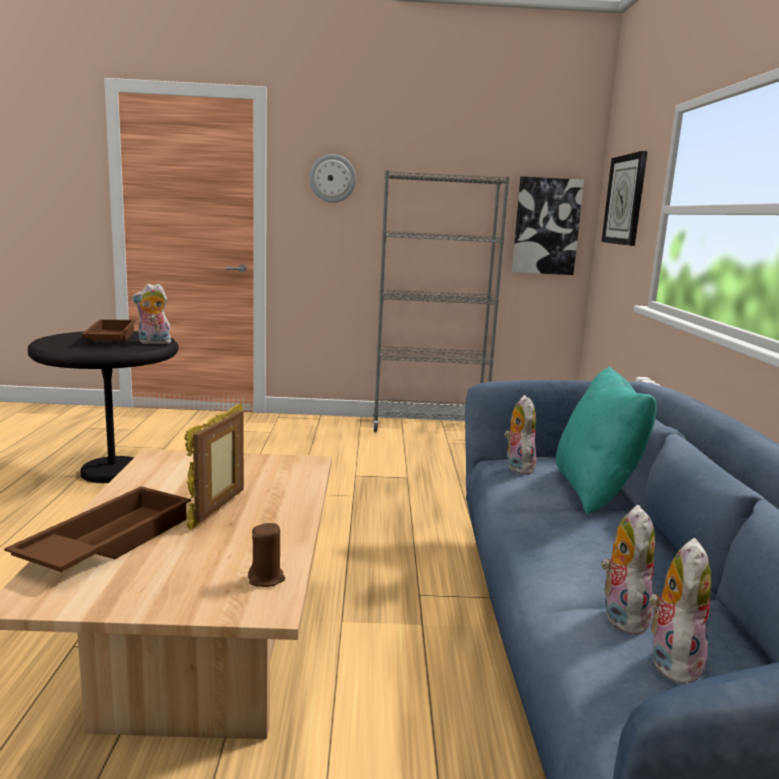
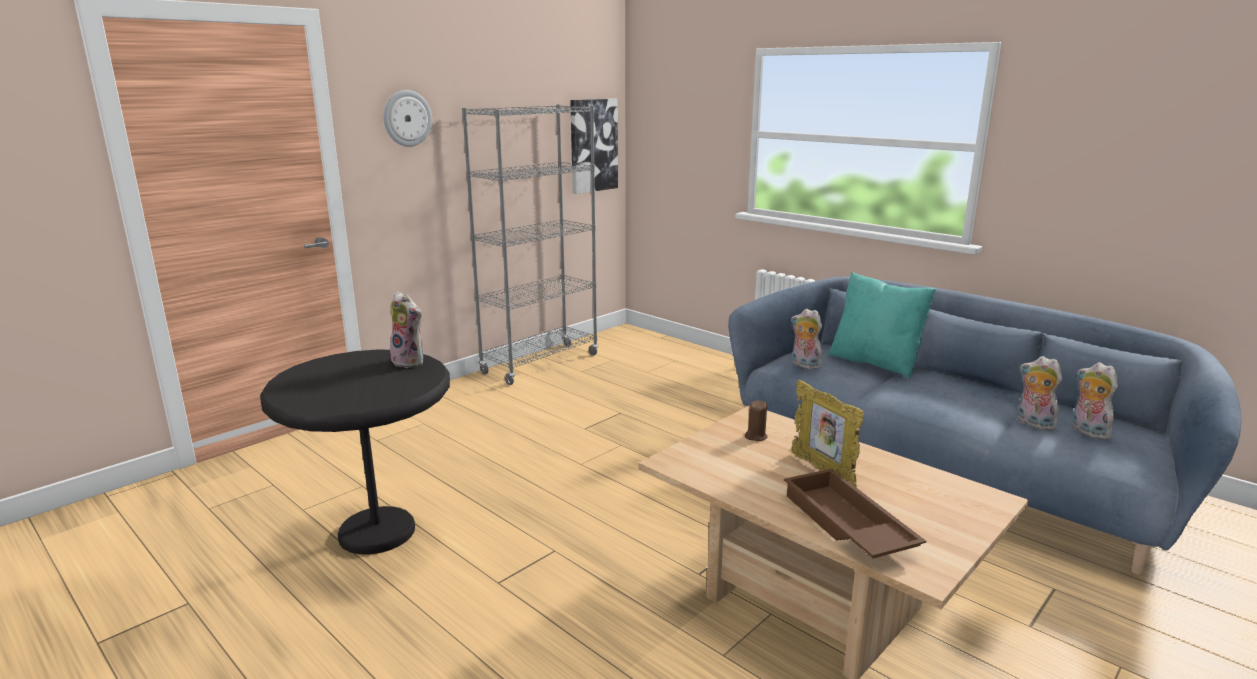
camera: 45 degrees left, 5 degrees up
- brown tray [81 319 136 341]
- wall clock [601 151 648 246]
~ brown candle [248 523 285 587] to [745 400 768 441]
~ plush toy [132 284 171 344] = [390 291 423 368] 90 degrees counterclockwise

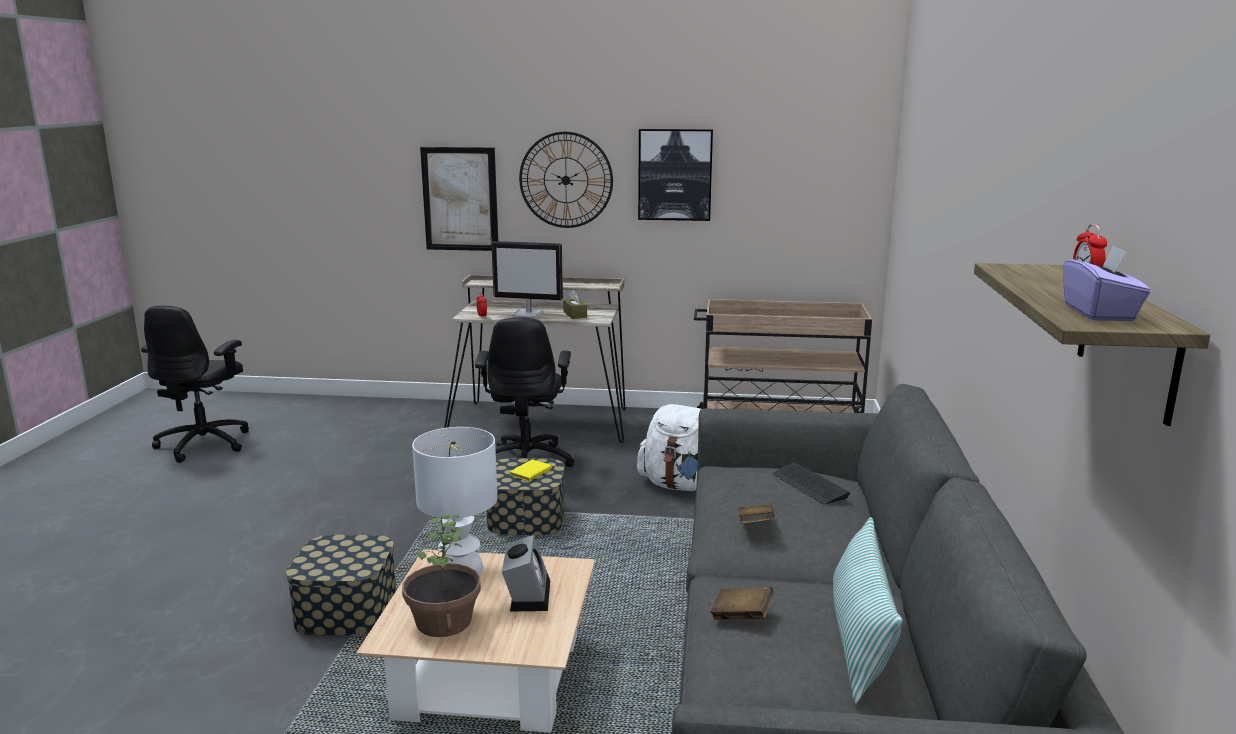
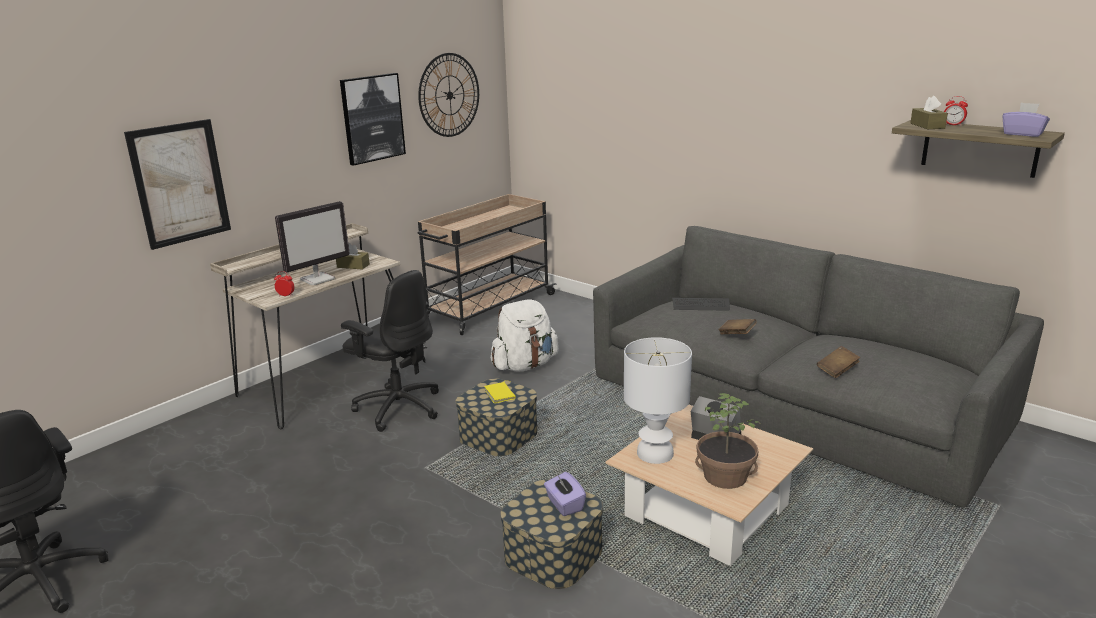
camera: 55 degrees left, 5 degrees up
- pillow [833 517 903 704]
+ purple tissue box [544 472 586 516]
+ brown tissue box [910 95 948 129]
~ wall clock [519 132 613 228] to [418 53 479 137]

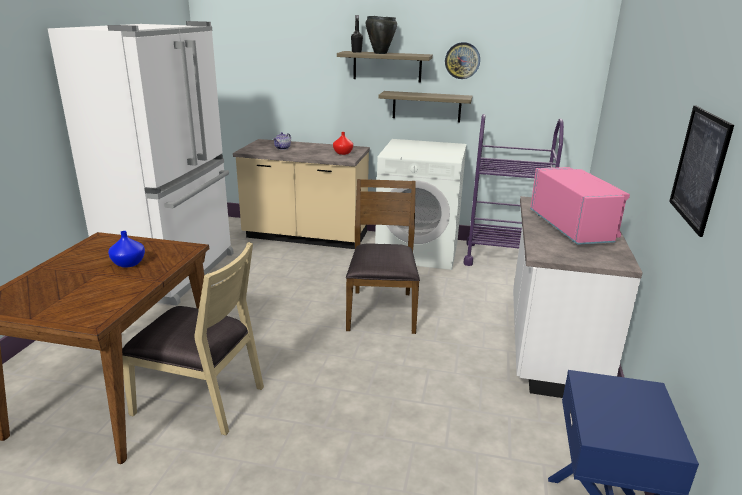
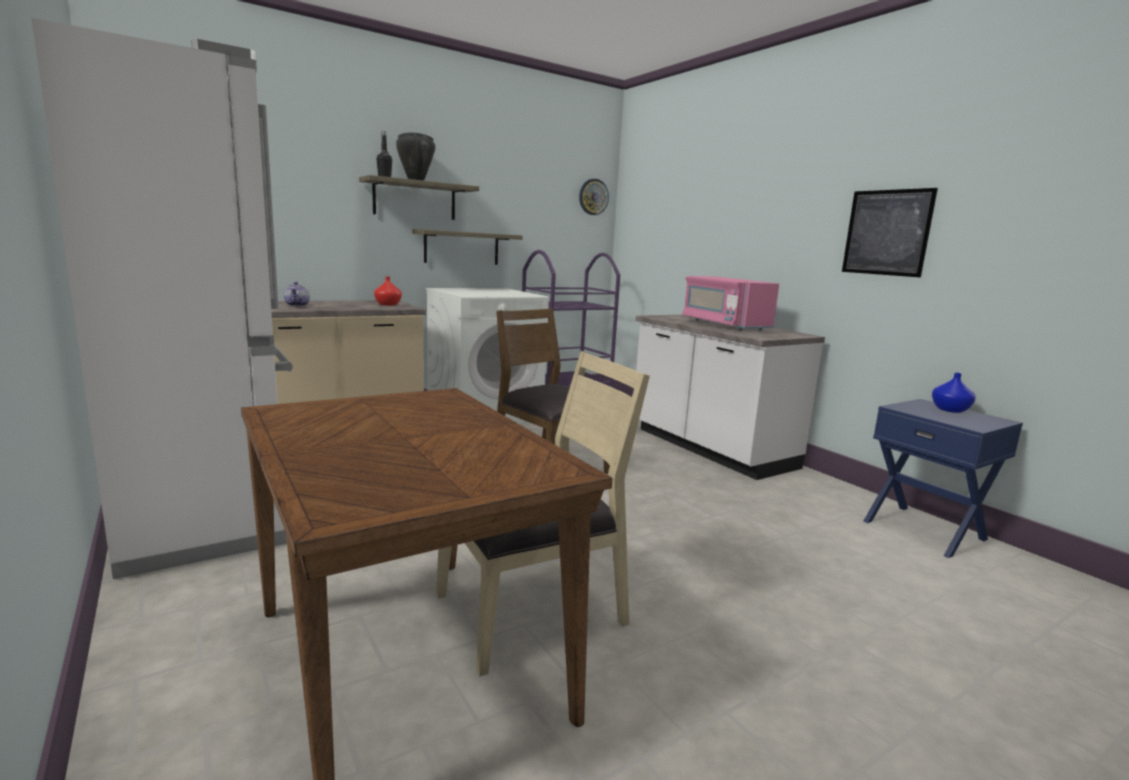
camera: 45 degrees left, 10 degrees down
~ blue vase [108 231 145 268] to [932 372 975 413]
~ wall clock [445 42 480 79] to [579 179 609 215]
~ pink microwave [530 167 630 245] = [682 276 779 331] 150 degrees counterclockwise

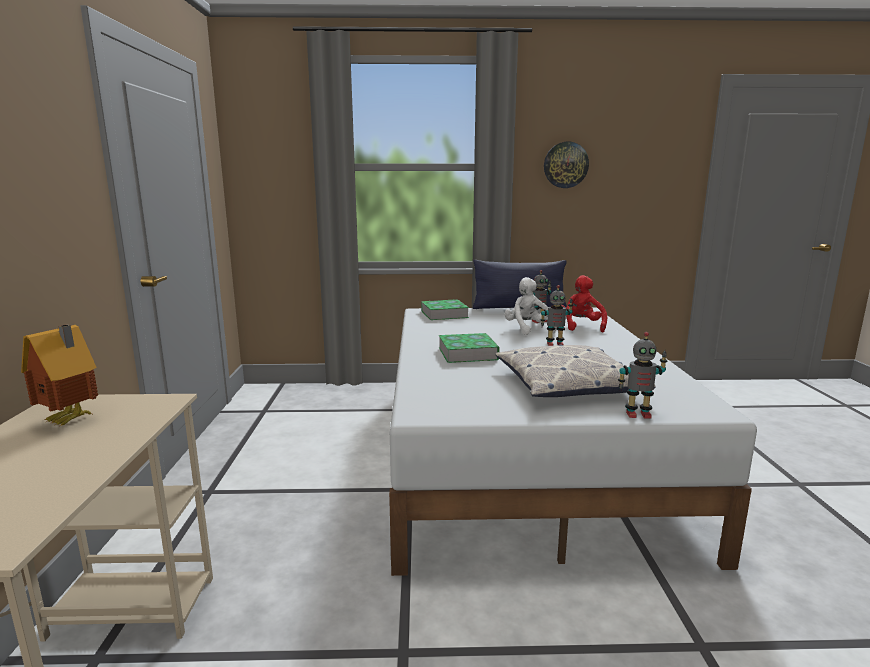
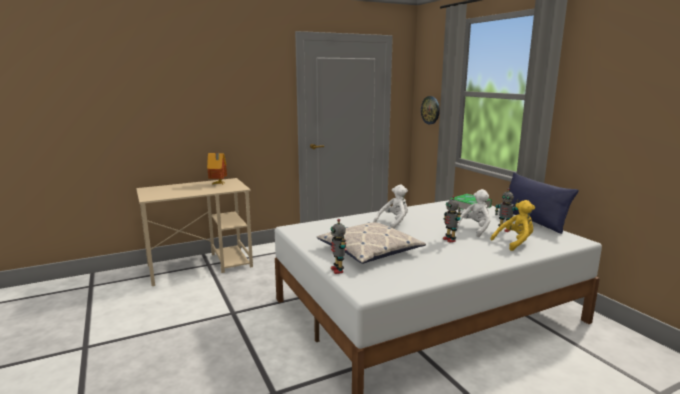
camera: 65 degrees right, 0 degrees up
~ wall clock [544 142 589 188] to [421 96 440 124]
~ book [439 333 500 363] to white plush toy [373 185 408 229]
~ red plush toy [561 275 607 332] to yellow plush toy [490 200 535 251]

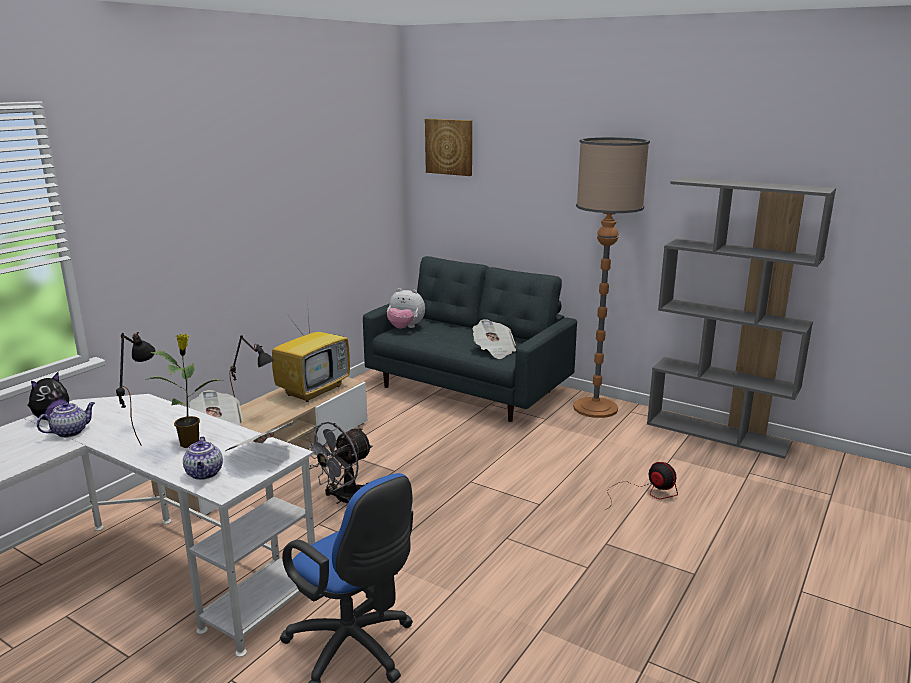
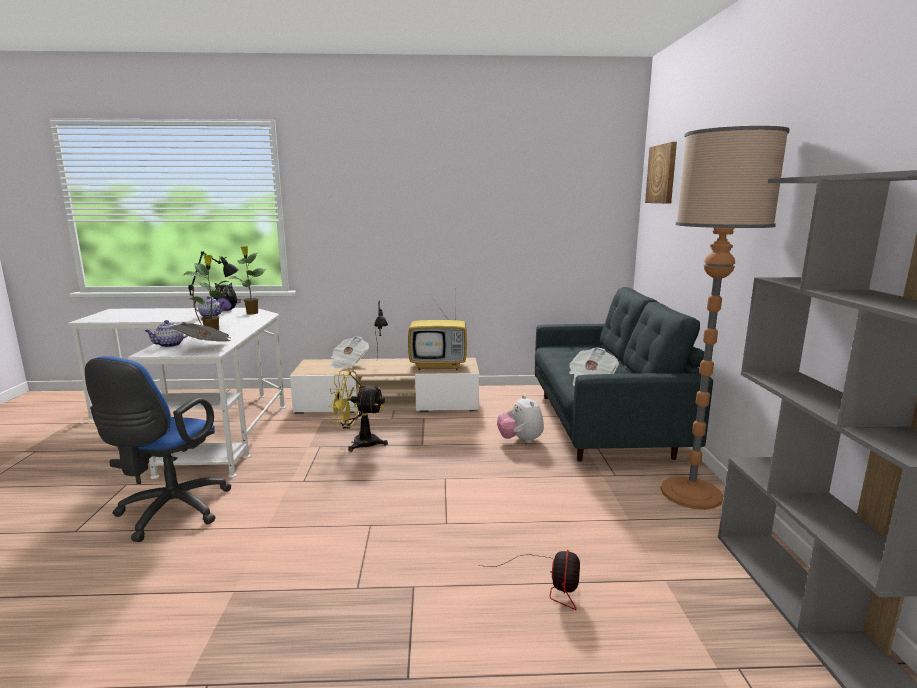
camera: 55 degrees right, 5 degrees down
+ potted plant [228 246 267 314]
~ plush toy [387 288 425 329] to [497 395 544 443]
~ grey fan [305 422 373 504] to yellow fan [328 370 388 452]

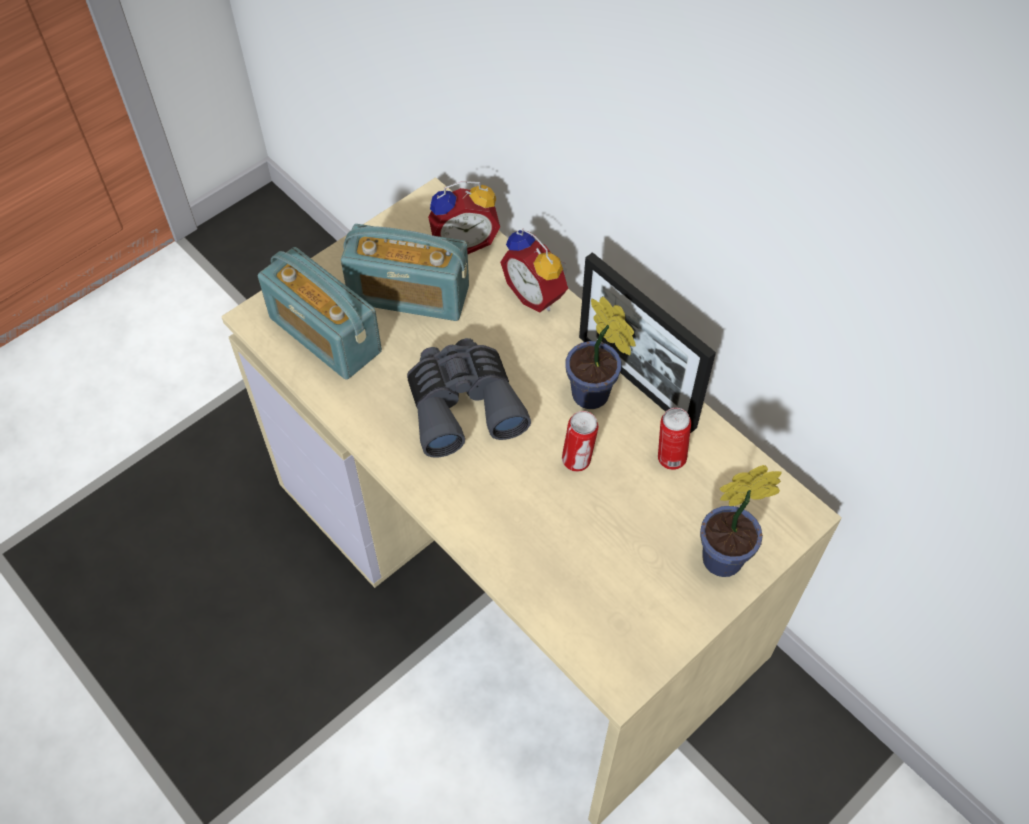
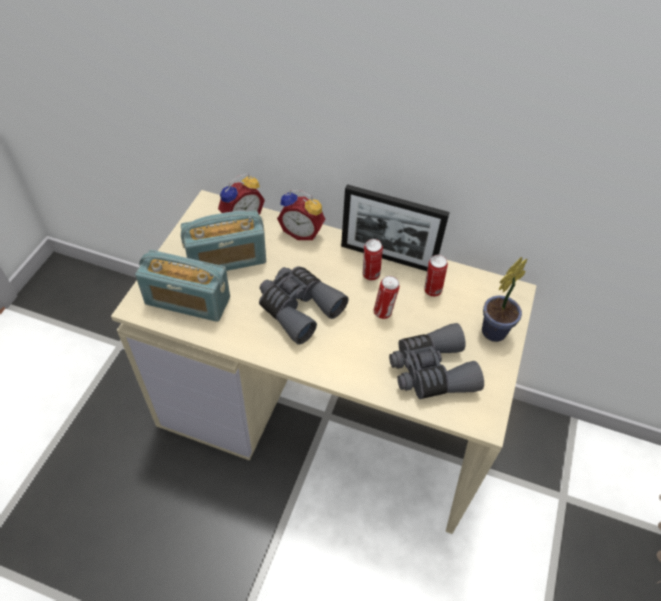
camera: 30 degrees left, 5 degrees down
+ grey binoculars [389 323 484 399]
~ potted plant [565 296 636 409] to can [363 239 383 281]

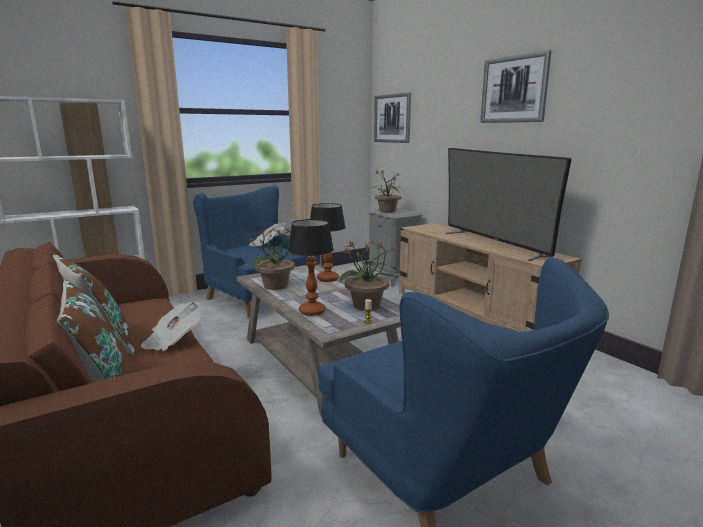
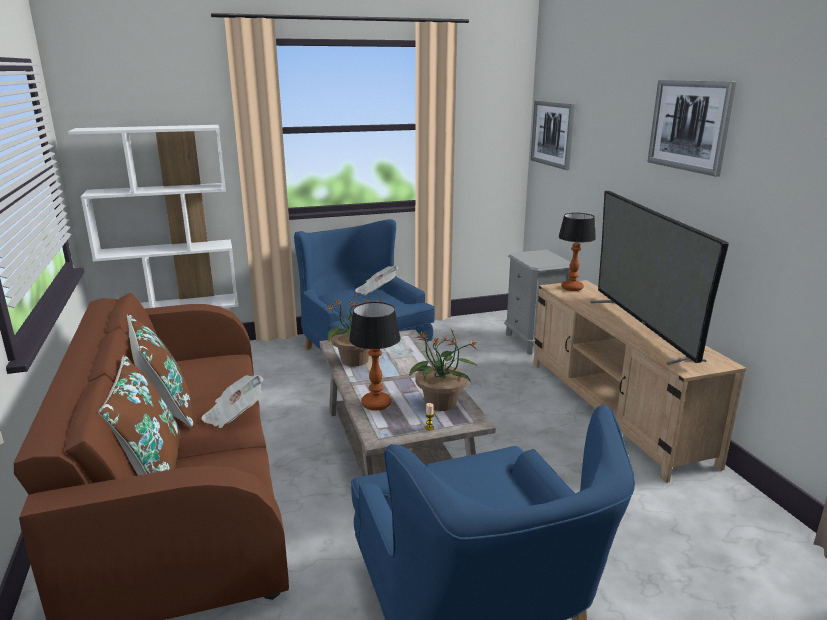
camera: 15 degrees right, 5 degrees up
- potted plant [371 170 401 213]
~ table lamp [310 203 346 282] to [558 213 596 291]

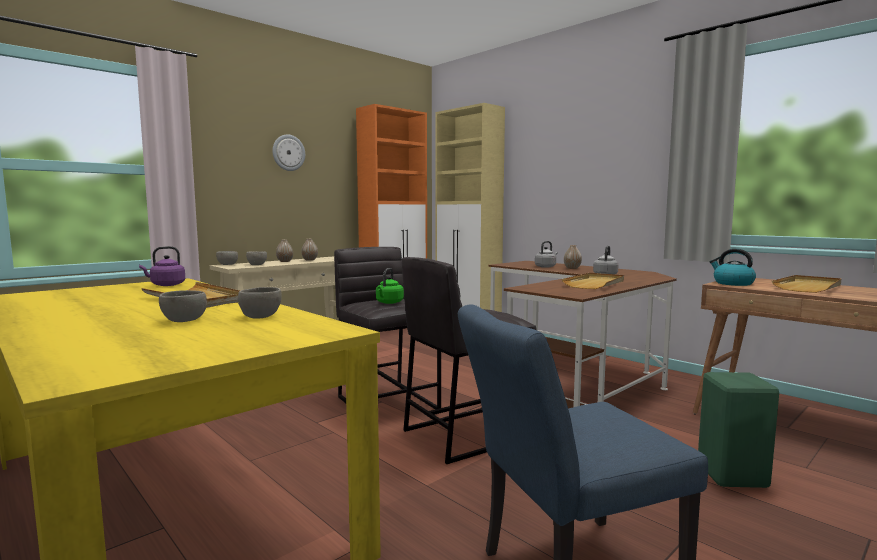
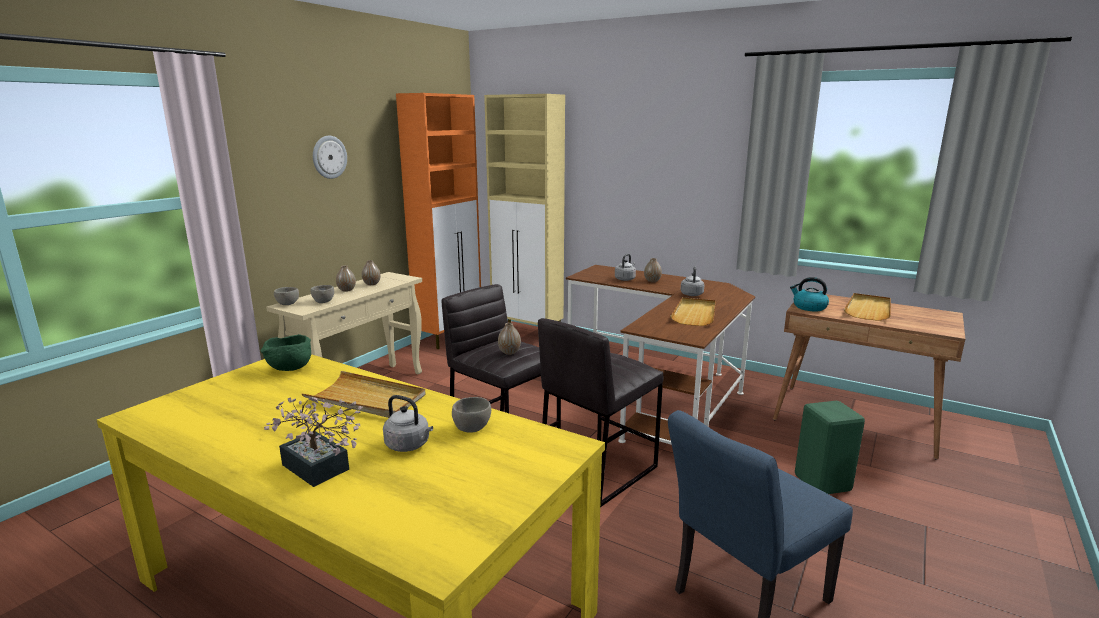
camera: 15 degrees left, 10 degrees up
+ potted plant [264 397 363 487]
~ purple kettle [139 246 185 286] to green bowl [261 334 311 371]
~ grey bowl [159 290 207 322] to grey kettle [383 395 433 452]
~ green kettle [376 268 404 304] to vase [498 323 521 355]

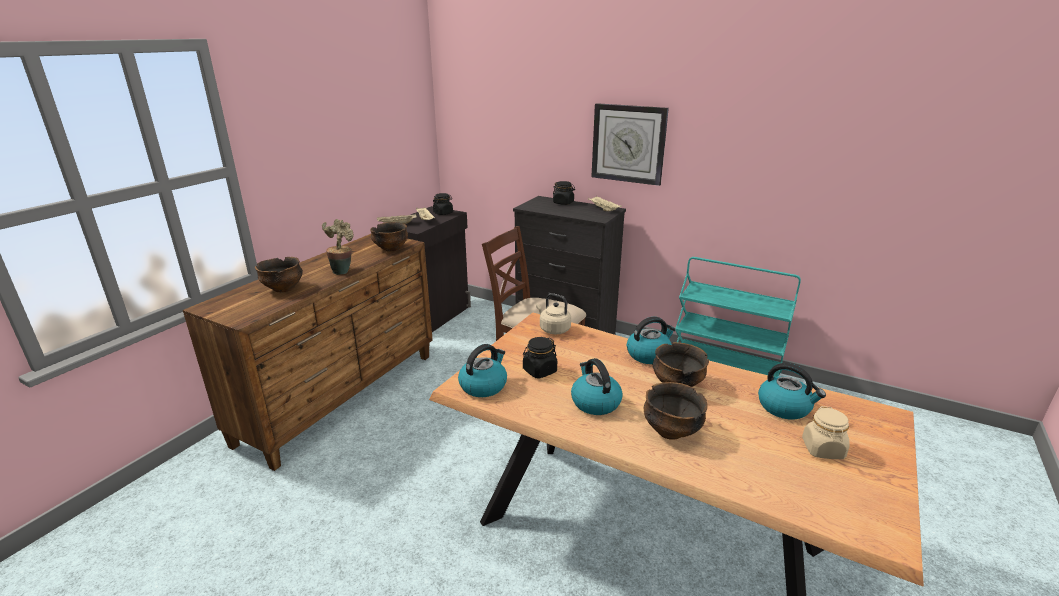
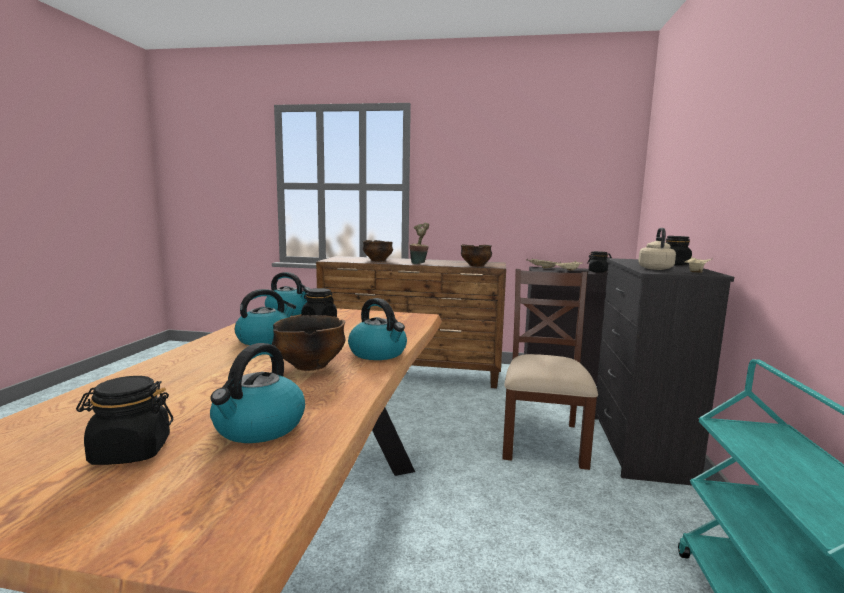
camera: 70 degrees right, 15 degrees down
- wall clock [591 103 669 186]
- bowl [644 382 708 440]
~ beige kettle [536 293 571 334] to [638 228 676 270]
~ beige jar [802 406 850 459] to black jar [76 376 173 465]

